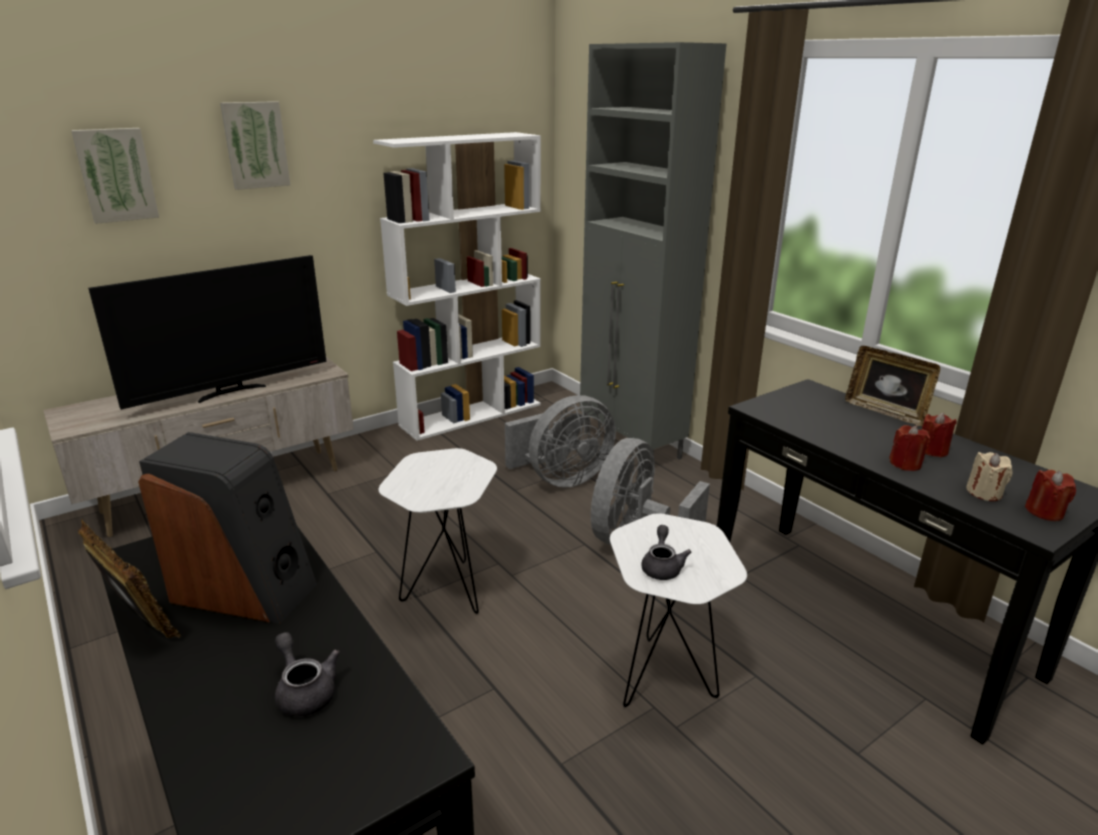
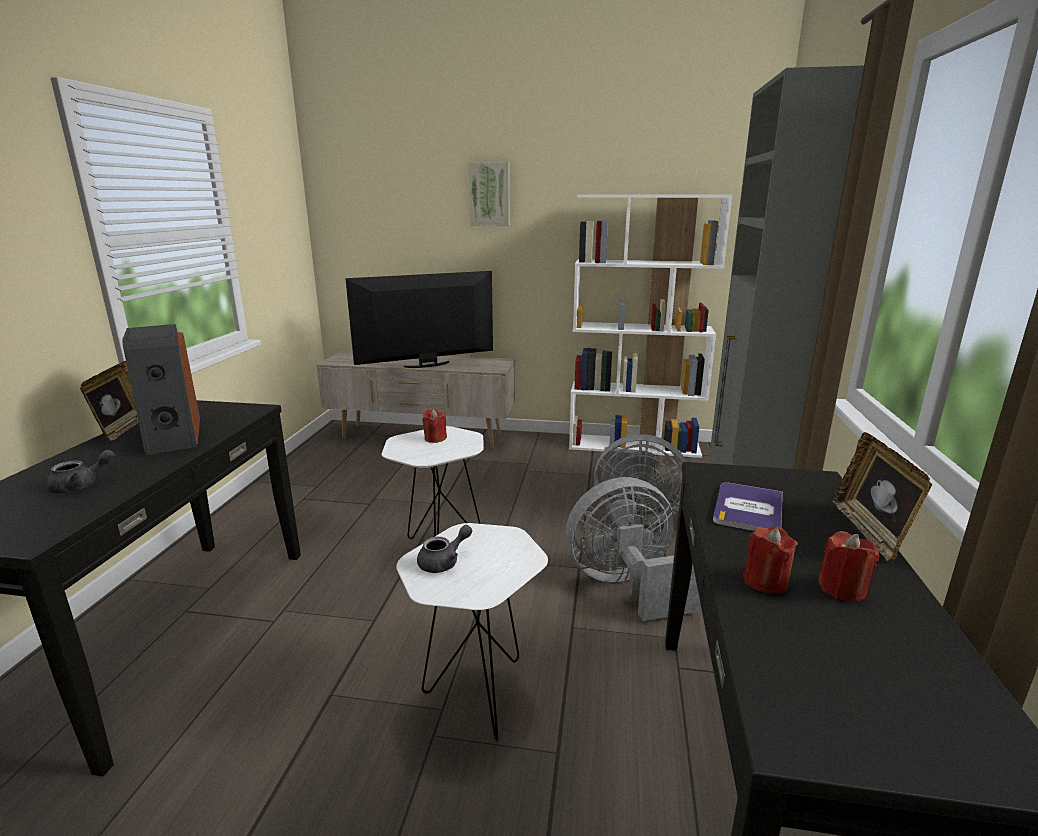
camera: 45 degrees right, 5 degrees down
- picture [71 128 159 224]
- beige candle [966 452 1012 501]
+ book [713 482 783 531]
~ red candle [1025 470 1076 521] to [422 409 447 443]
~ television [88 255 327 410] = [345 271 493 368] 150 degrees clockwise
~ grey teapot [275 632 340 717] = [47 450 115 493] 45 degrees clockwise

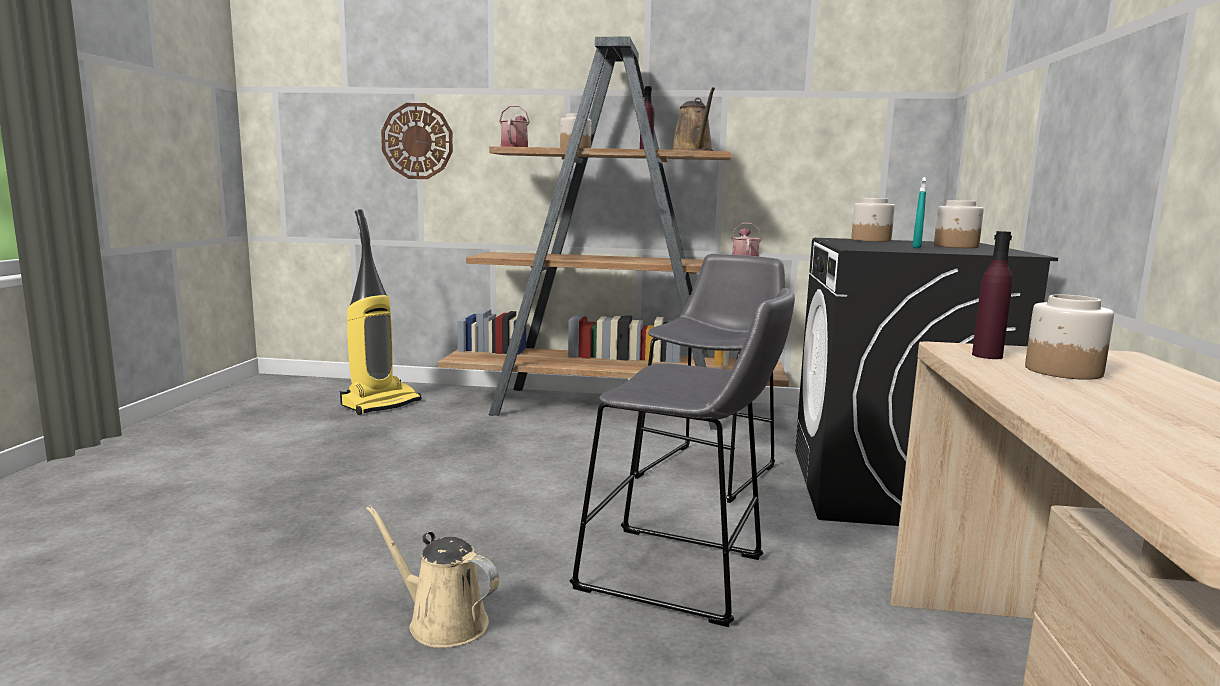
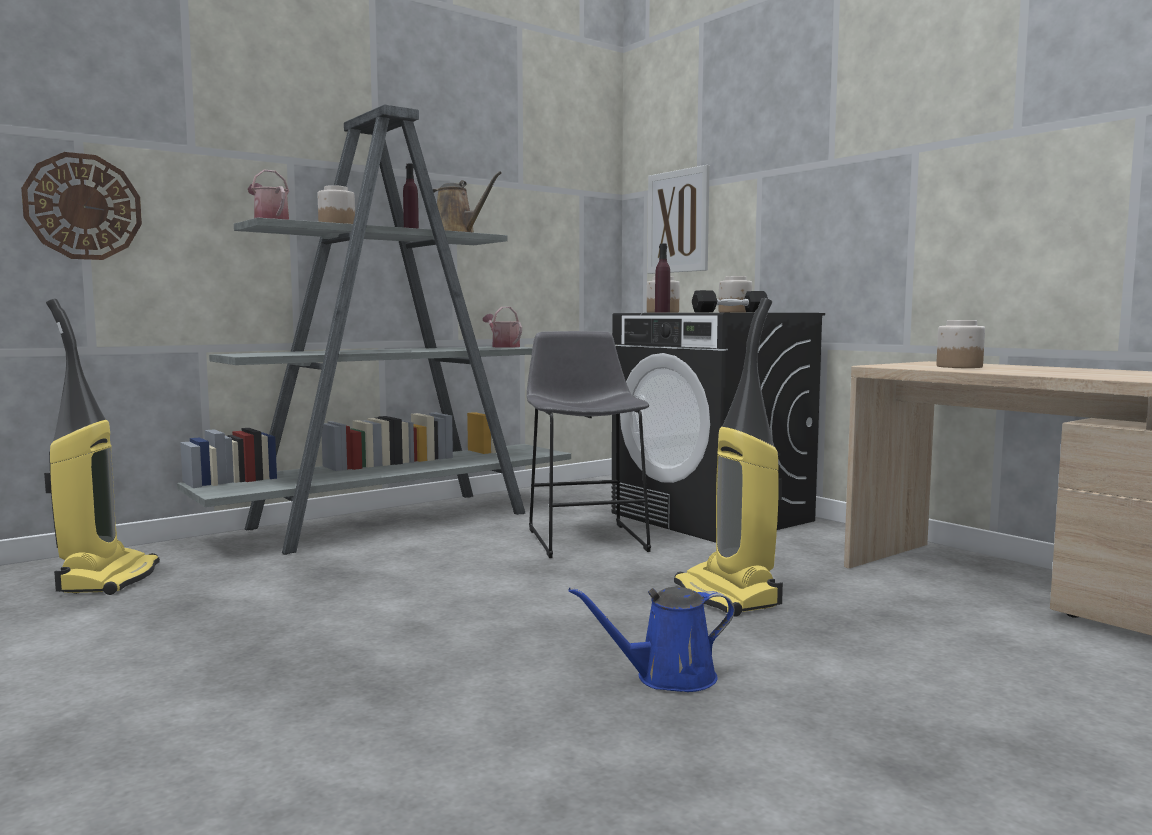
camera: 45 degrees left, 5 degrees down
+ picture [647 165 710 274]
~ purple bottle [972 231 1013 359] to [655 244 670 312]
~ grey stool [570 288 795 627] to vacuum cleaner [674 298 783 617]
~ turquoise spray bottle [912 177 926 248] to black dumbbell [692 290 768 312]
~ beige watering can [366 505 499 648] to blue watering can [568 587 735 692]
~ brown bookcase [438 37 789 430] to grey bookcase [177 105 571 555]

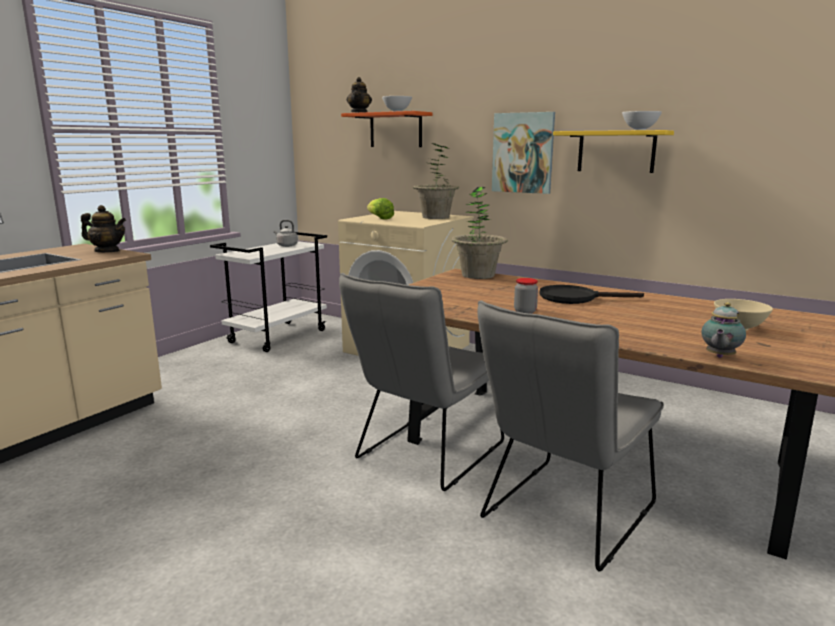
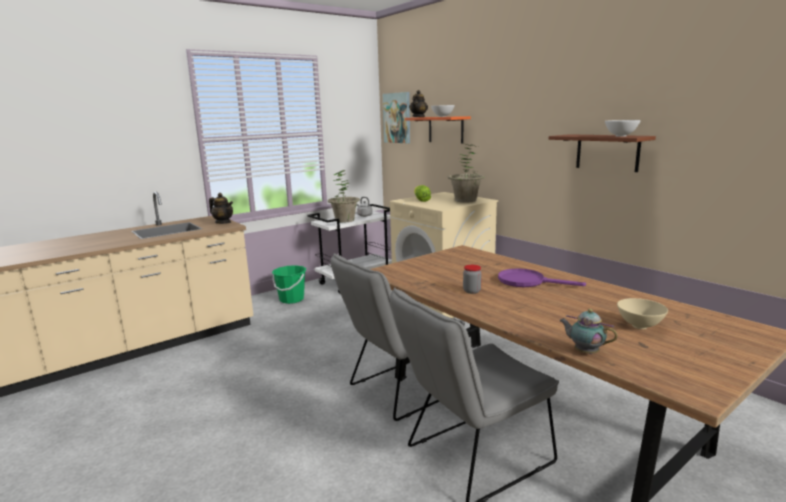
camera: 20 degrees right, 0 degrees up
+ green bucket [272 265 306 304]
~ potted plant [451 187 508 279] to [328 170 360 223]
~ picture [492 112 555 194] to [383 92 410 143]
~ black frying pan [539 285 644 304] to purple frying pan [498 269 586 287]
~ yellow shelf [553 130 674 173] to brown shelf [549 134 656 172]
~ teapot [701 302 746 358] = [559 309 618 354] 75 degrees clockwise

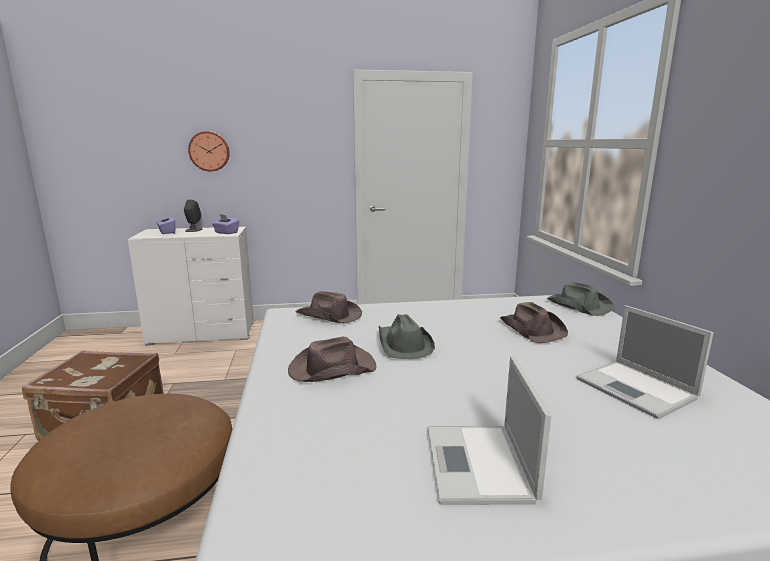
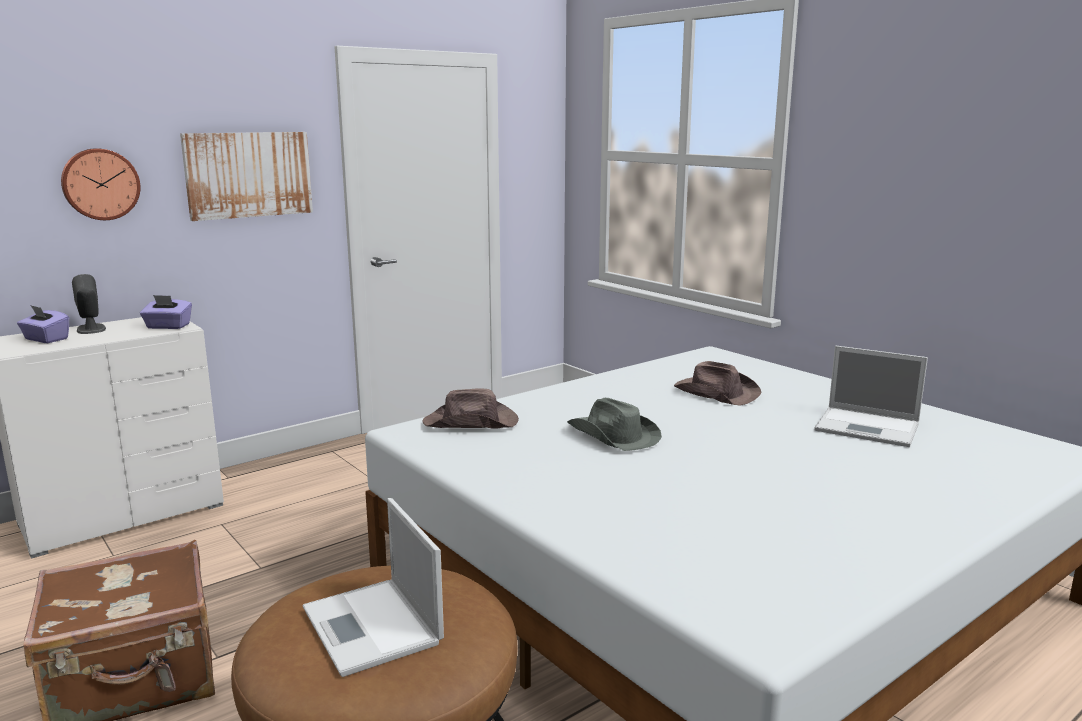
camera: 30 degrees left, 0 degrees up
- brown hat [288 337 376 382]
- grey hat [547 282 614 316]
+ picture [180 132 313 221]
~ laptop [427 356 551 505] to [302 498 444 677]

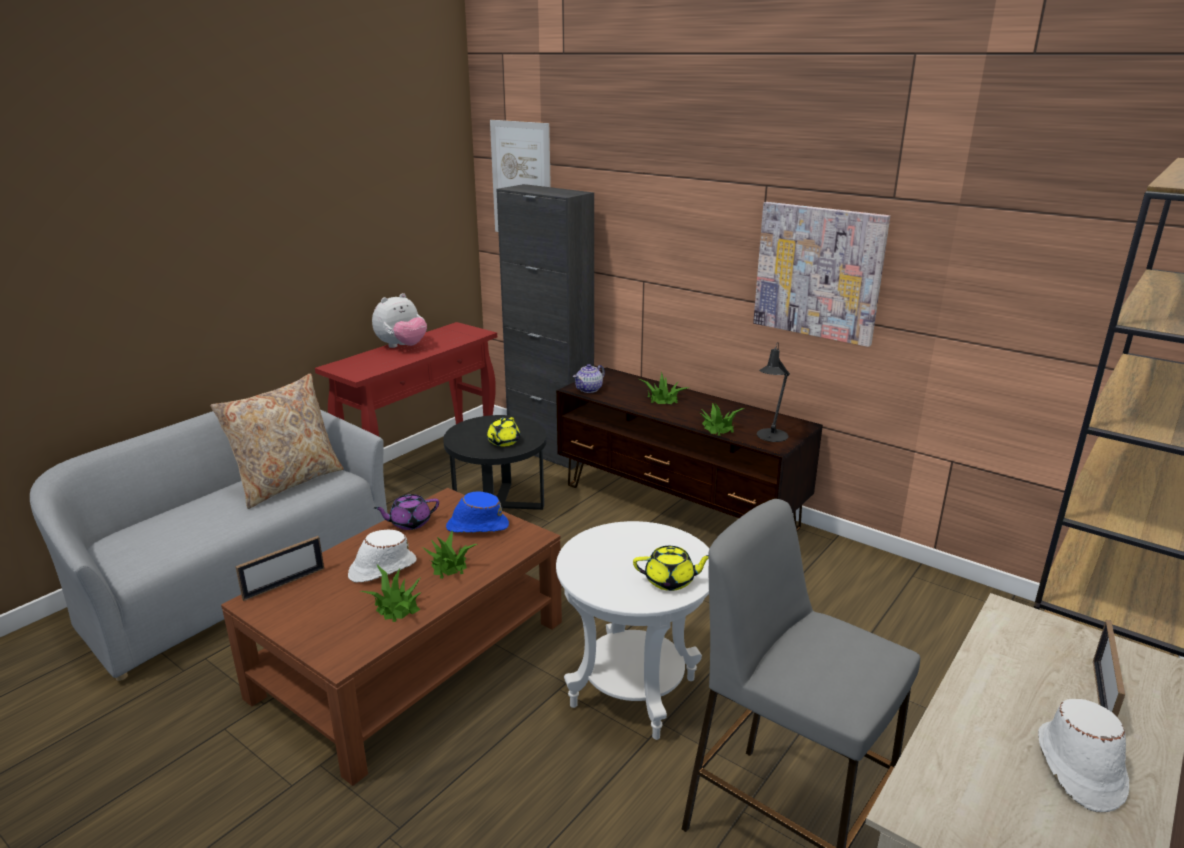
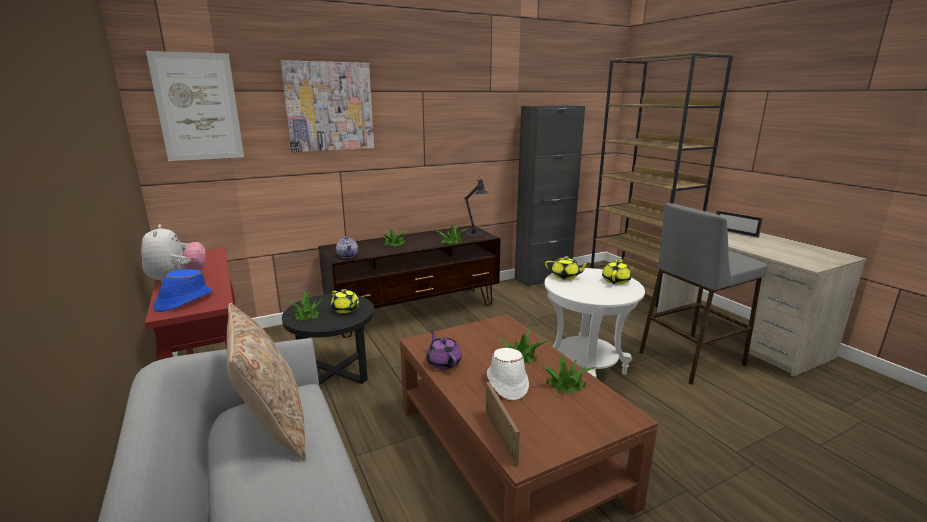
camera: 65 degrees left, 5 degrees down
- white hat [1038 699 1129 812]
+ potted plant [286 289 323 321]
+ yellow teapot [545 256 589 280]
~ blue hat [446 491 509 533] to [153 269 213 312]
~ black cabinet [496 184 594 470] to [515 105 585 287]
~ picture [753 202 890 347] to [281 60 374 152]
~ purple teapot [374 494 439 530] = [426 331 462 369] 150 degrees clockwise

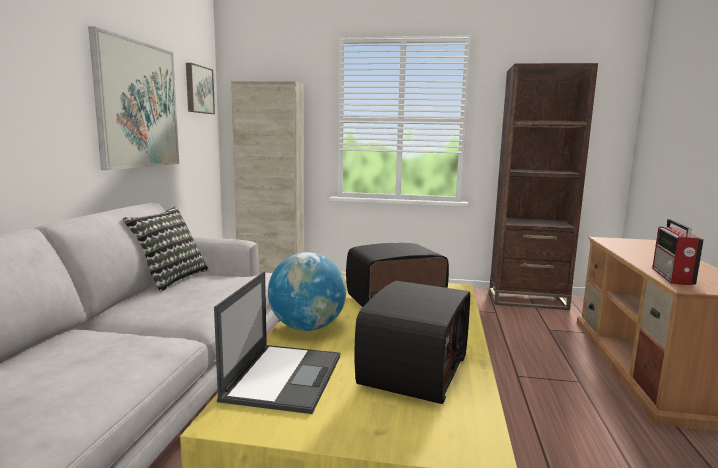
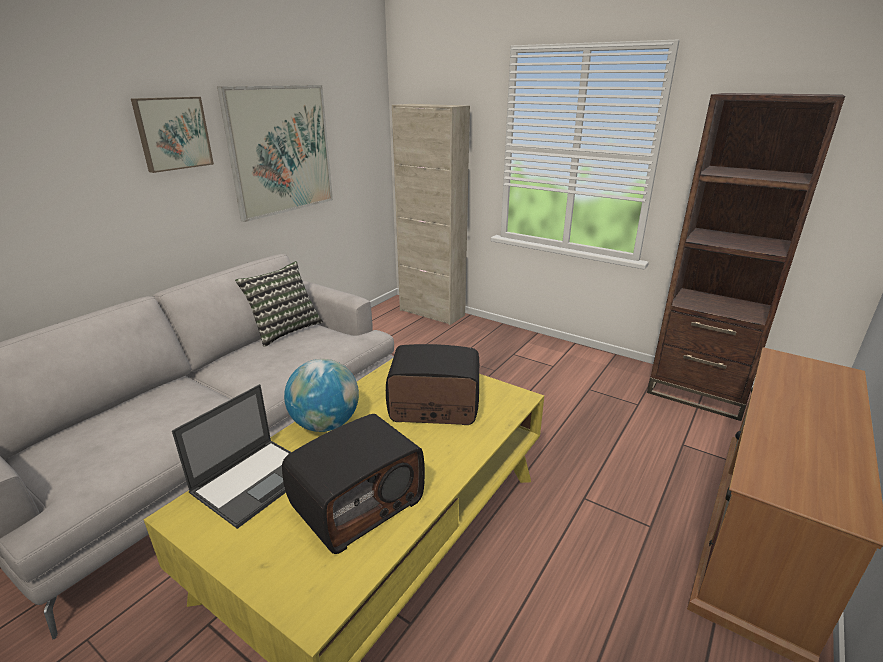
camera: 25 degrees right, 15 degrees up
- radio [652 219 704 285]
~ picture [186 63 215 114] to [131 97 214 173]

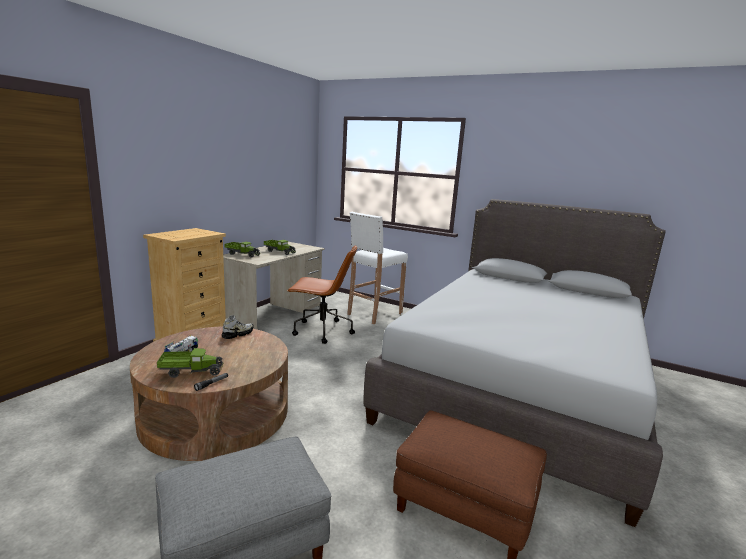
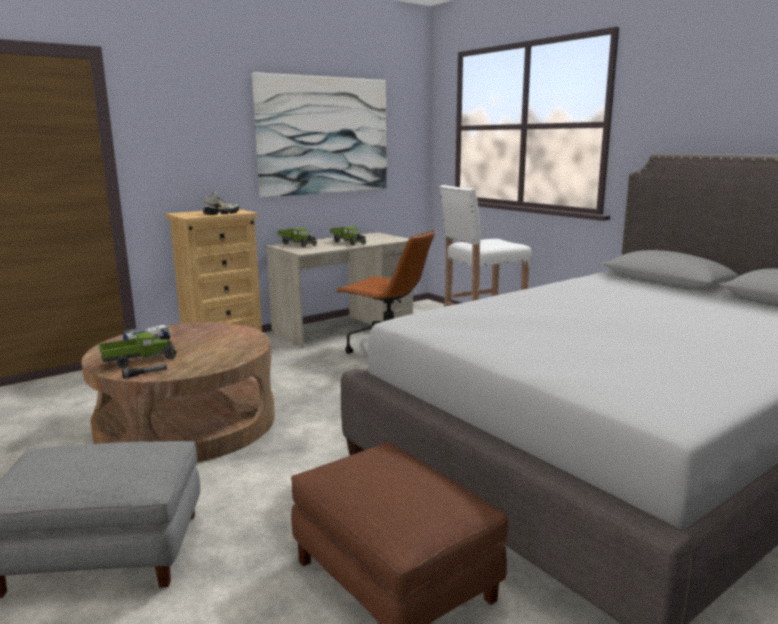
camera: 25 degrees right, 0 degrees up
+ picture [252 72 387 197]
~ shoe [222 315 254 339] to [203 191 240 215]
~ toy truck [157 348 223 378] = [99 333 176 368] 45 degrees counterclockwise

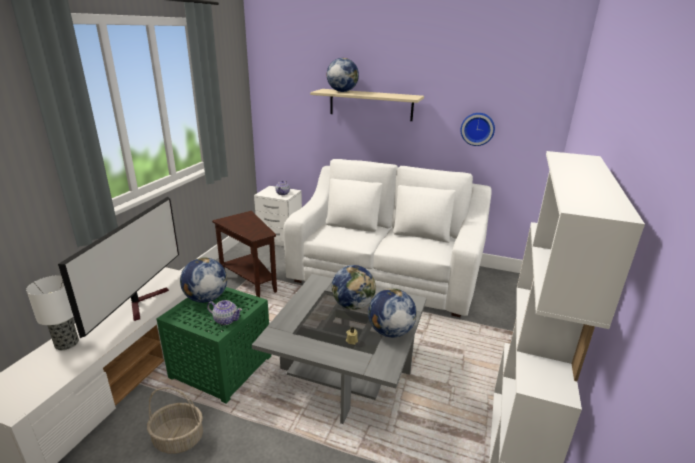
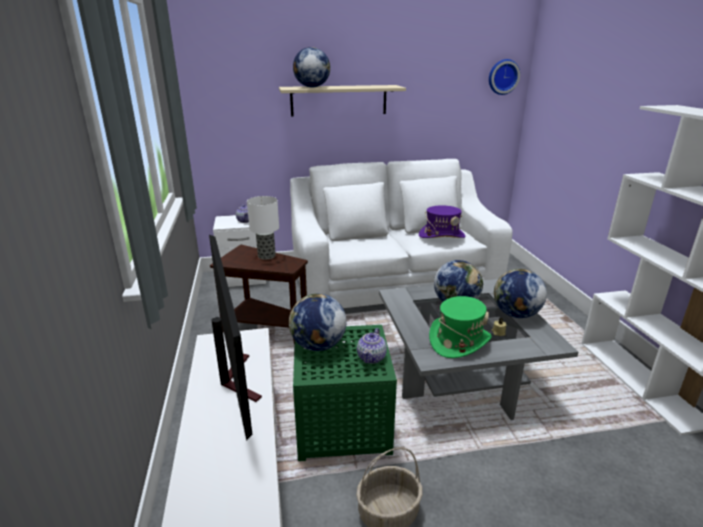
camera: 30 degrees left, 0 degrees up
+ purple hat [419 205 466 238]
+ green hat [429 296 492 358]
~ table lamp [26 275 79 350] to [247 196 279 260]
~ wall clock [461 113 495 146] to [489 59 520 95]
~ teapot [207 300 242 325] = [357 328 387 364] 120 degrees clockwise

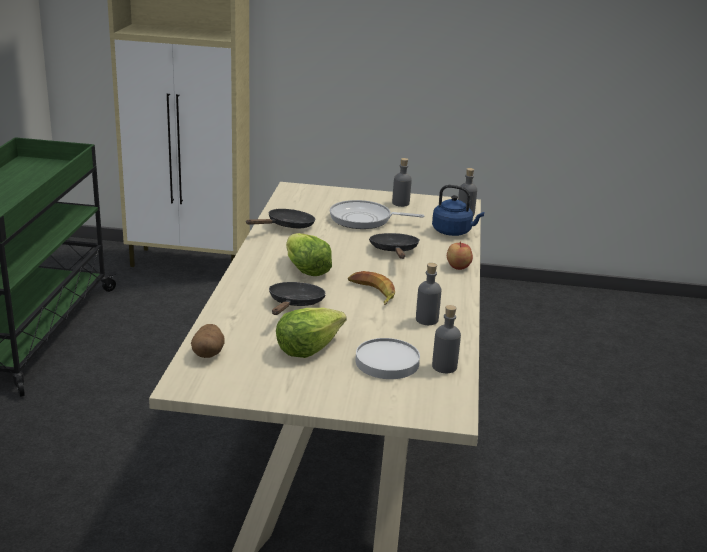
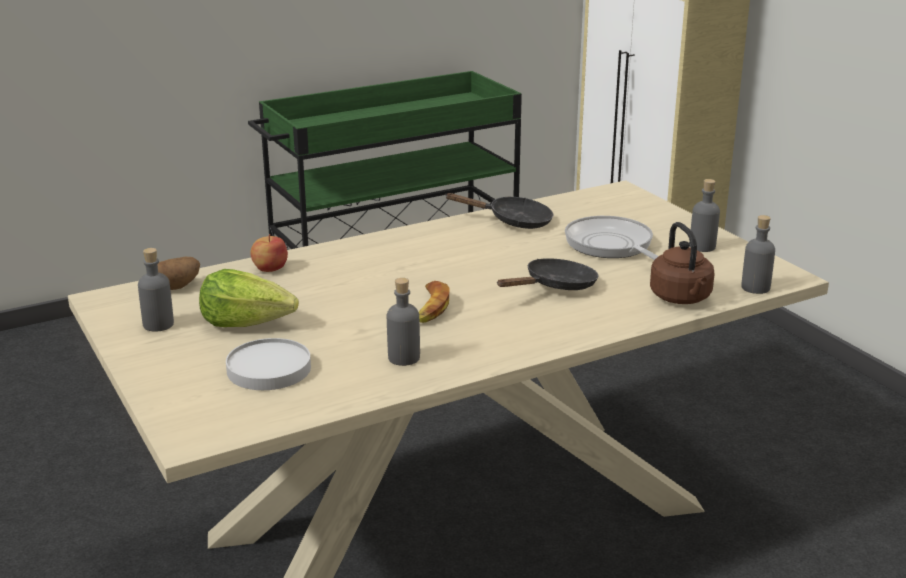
camera: 55 degrees right, 0 degrees up
- black frying pan [269 282 325 315]
- lettuce [286 233 332 276]
~ grey bottle [432 305 461 373] to [138 248 174 332]
~ apple [447 242 473 270] to [250 234 288 272]
~ blue kettle [432 185 484 236] to brown kettle [650 222 714 304]

